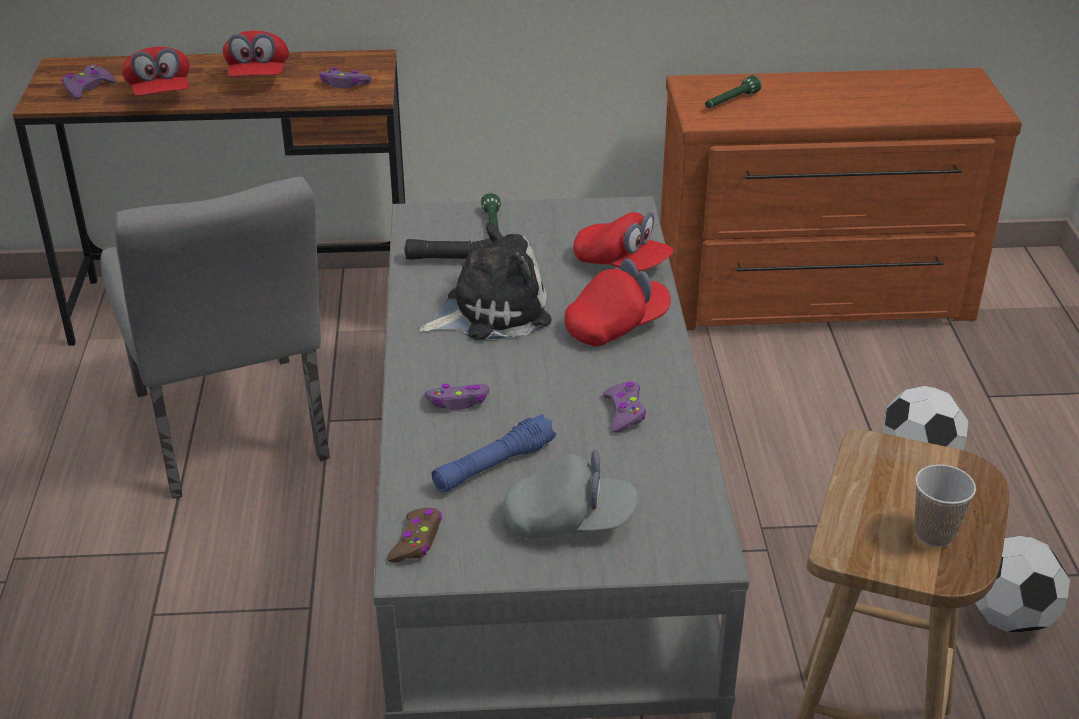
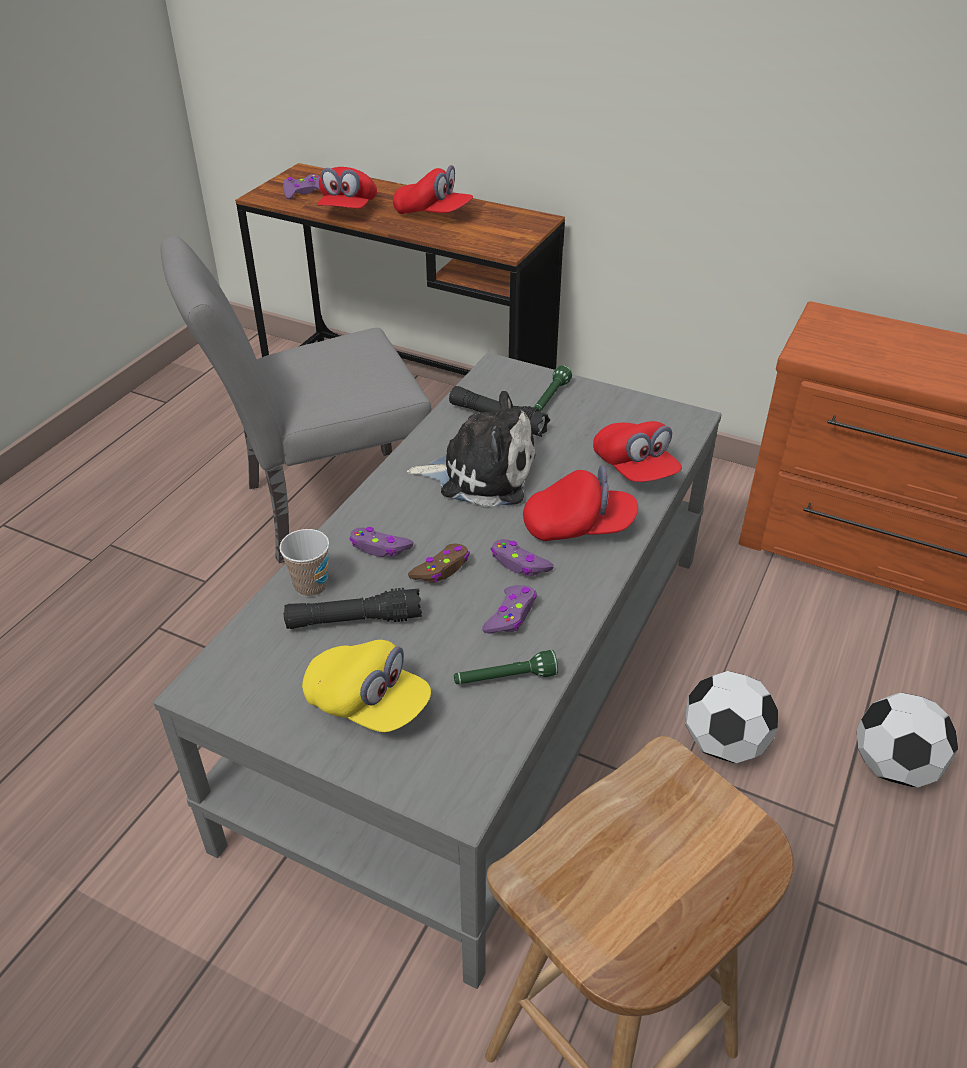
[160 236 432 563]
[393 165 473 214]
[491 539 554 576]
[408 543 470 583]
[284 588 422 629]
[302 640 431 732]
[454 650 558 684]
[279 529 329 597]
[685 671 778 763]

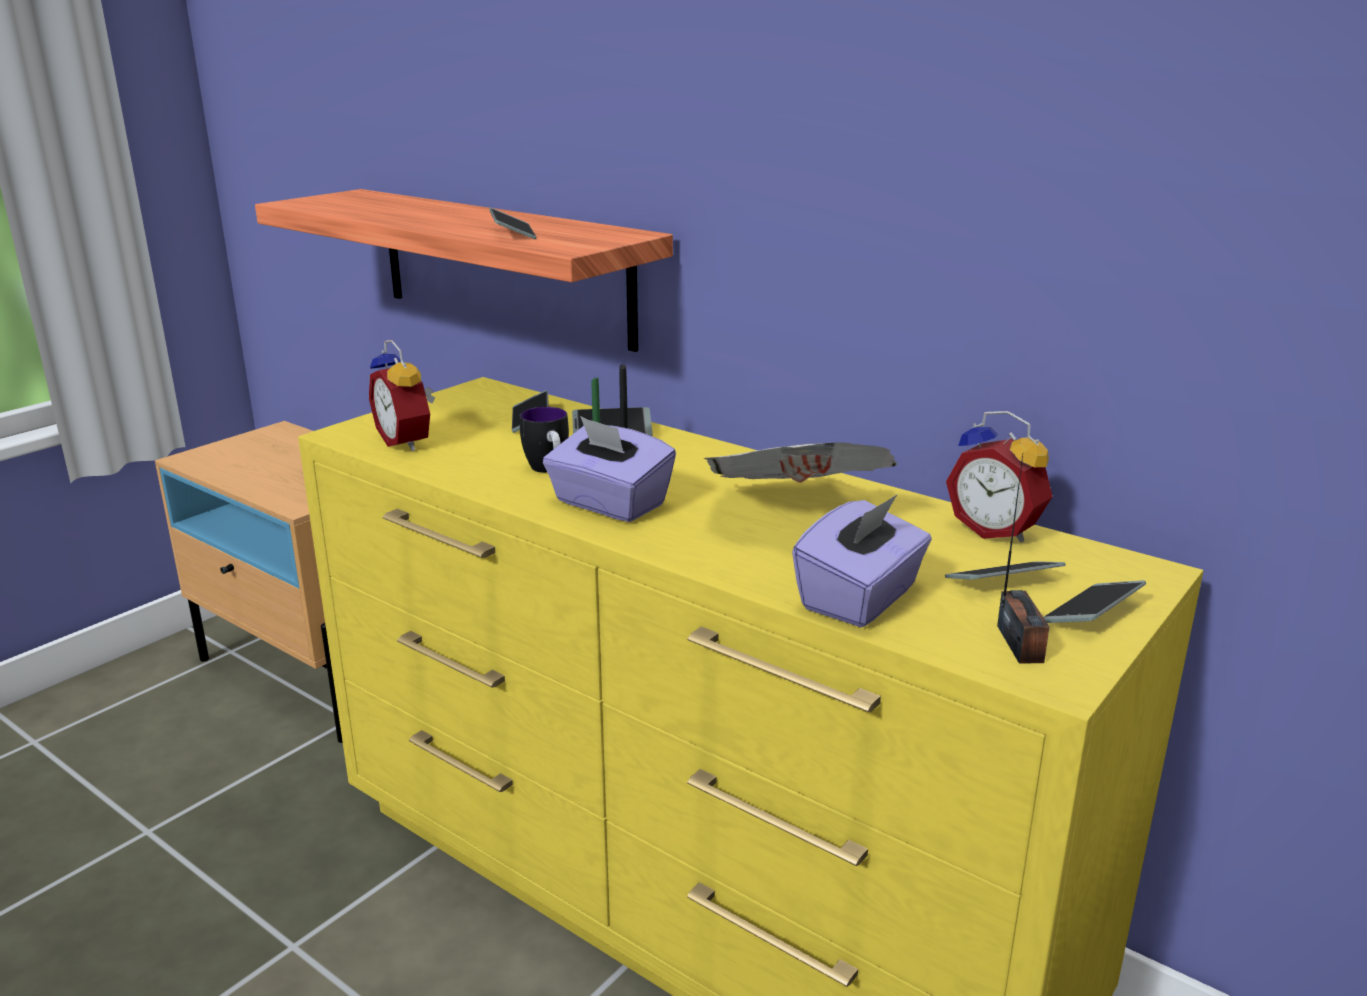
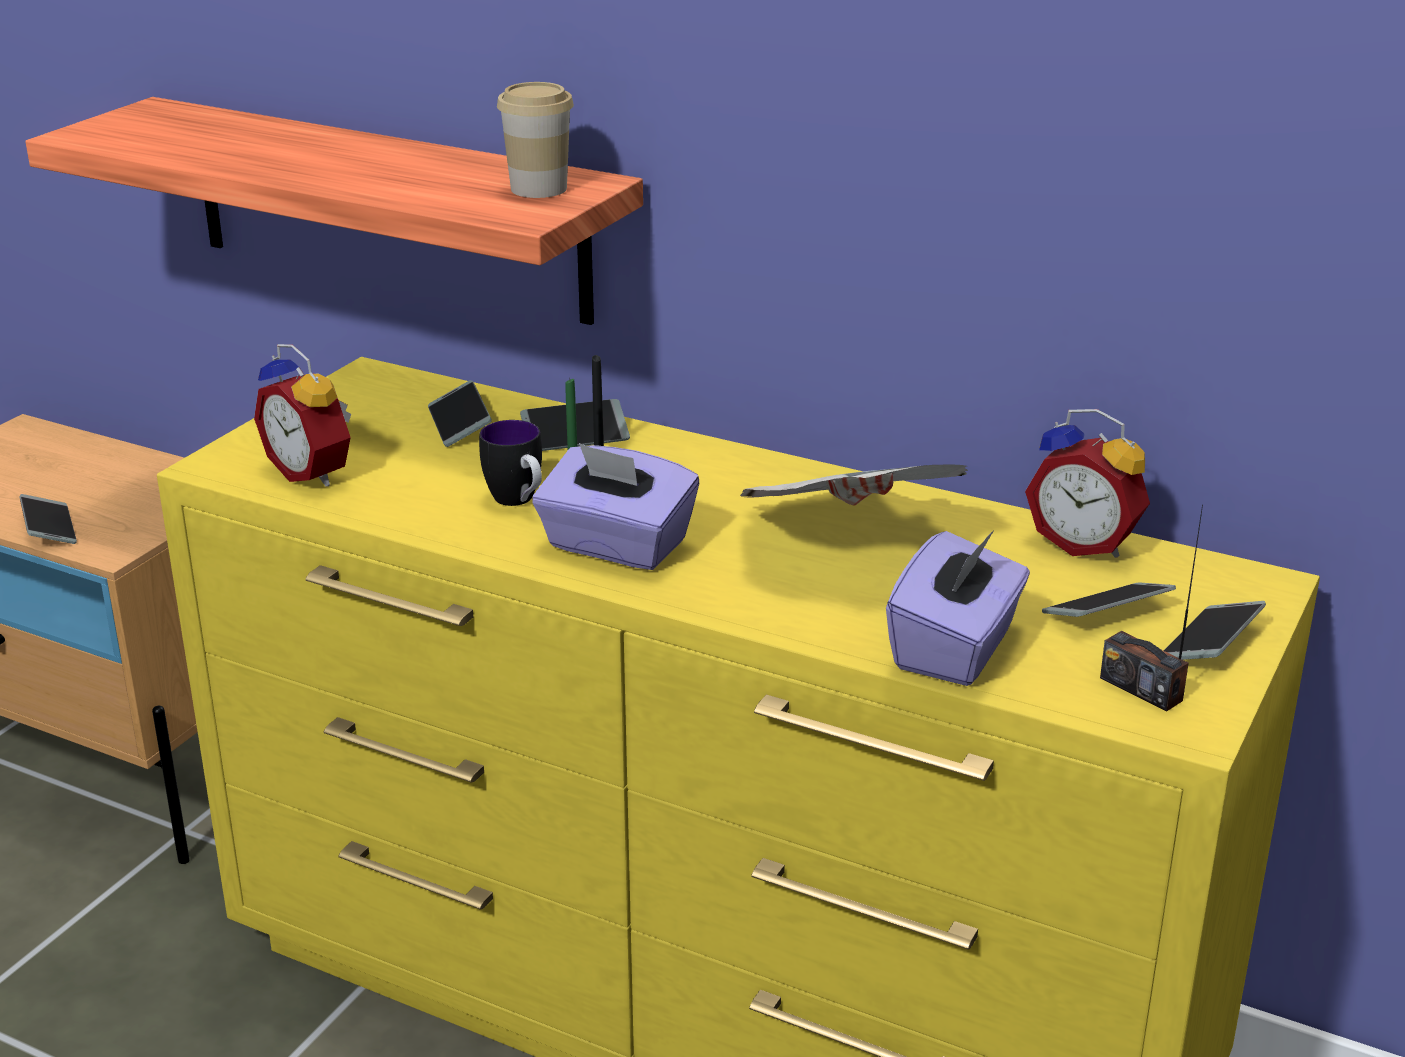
[20 494 77 544]
[1100 504 1203 712]
[497 82 574 198]

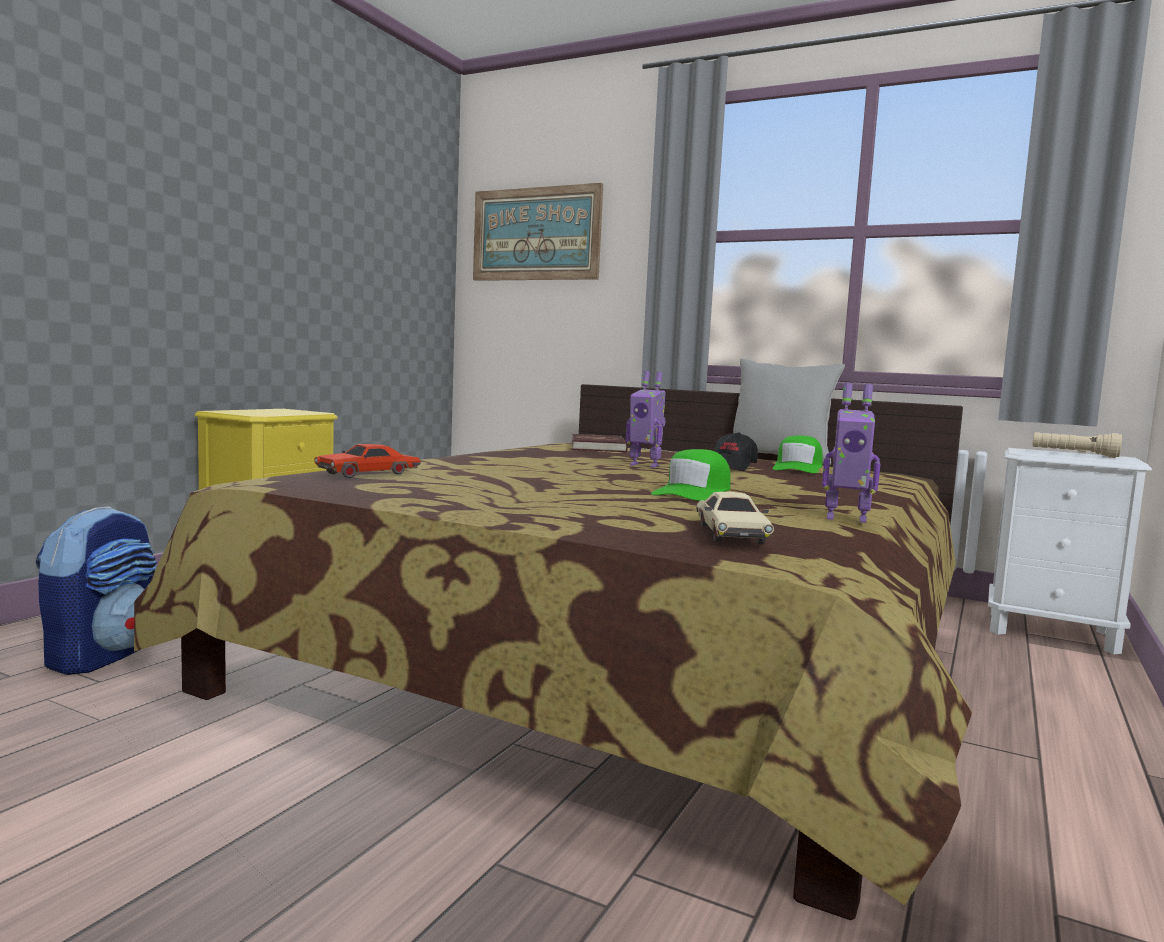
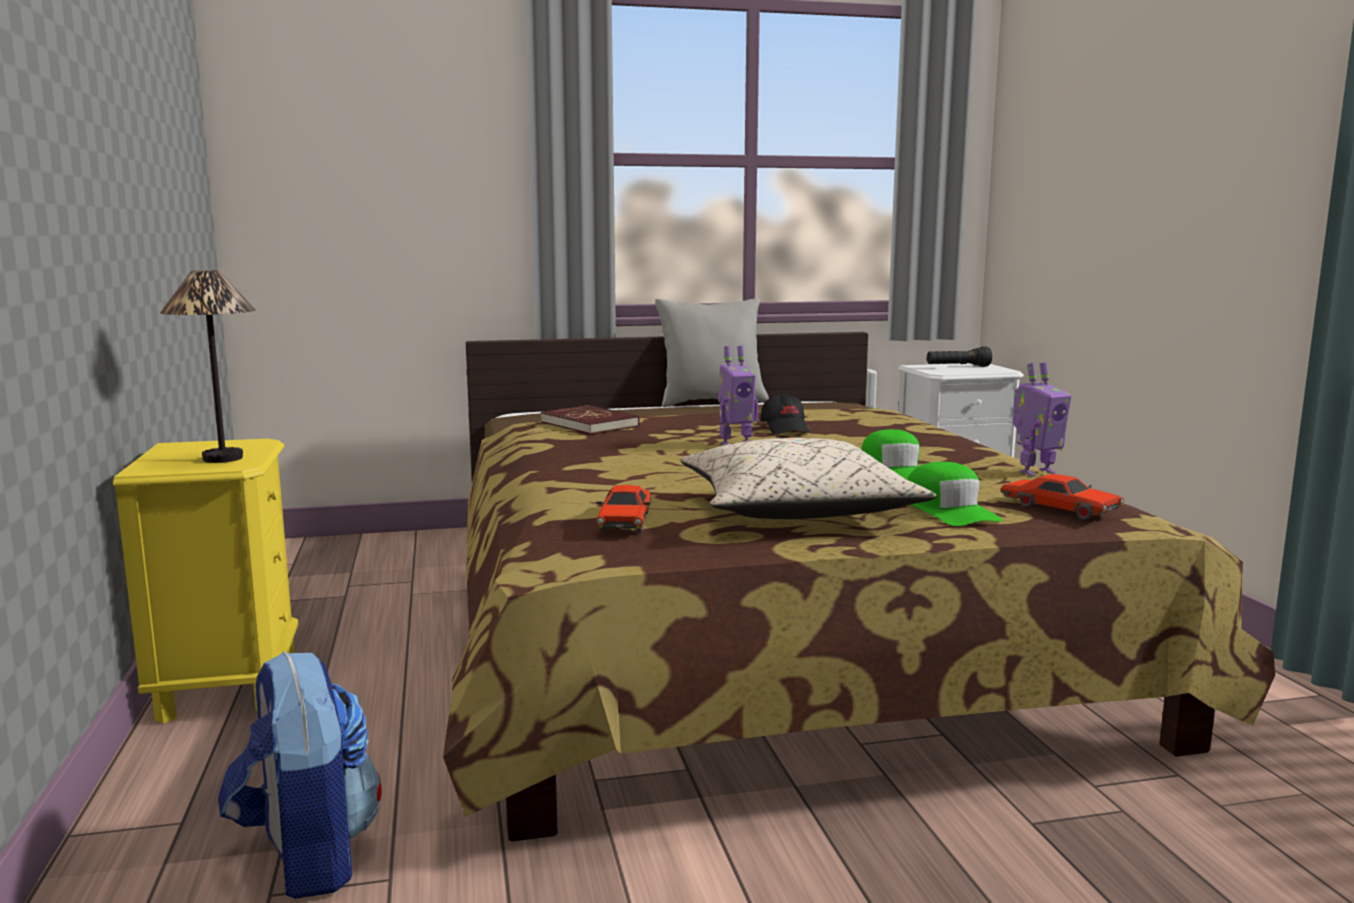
[473 183 603 281] (first image)
[1000 474 1124 520]
[908 462 1003 526]
[927 347 992 367]
[160 270 256 463]
[680 438 937 519]

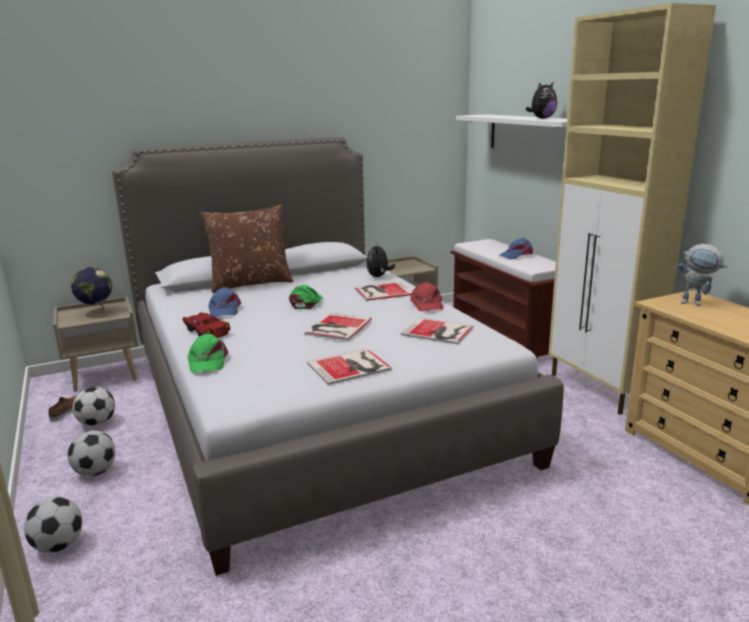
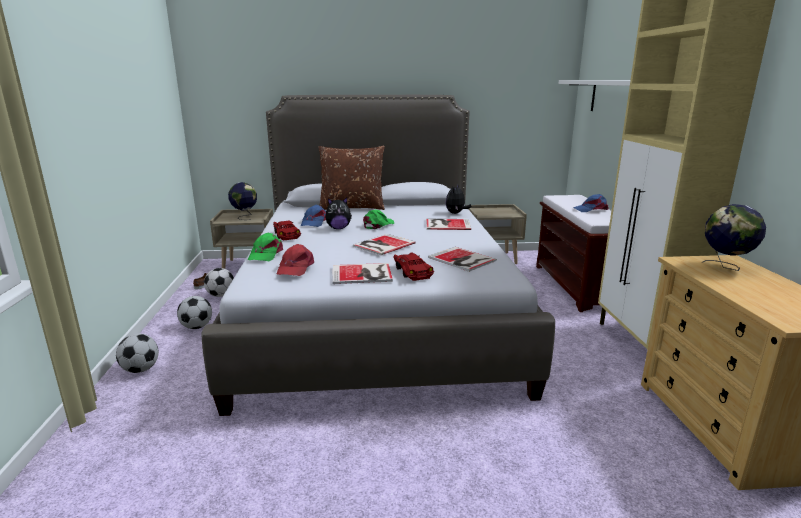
[277 244 314 276]
[326 197 352 229]
[702 204 766 271]
[393 253 434 281]

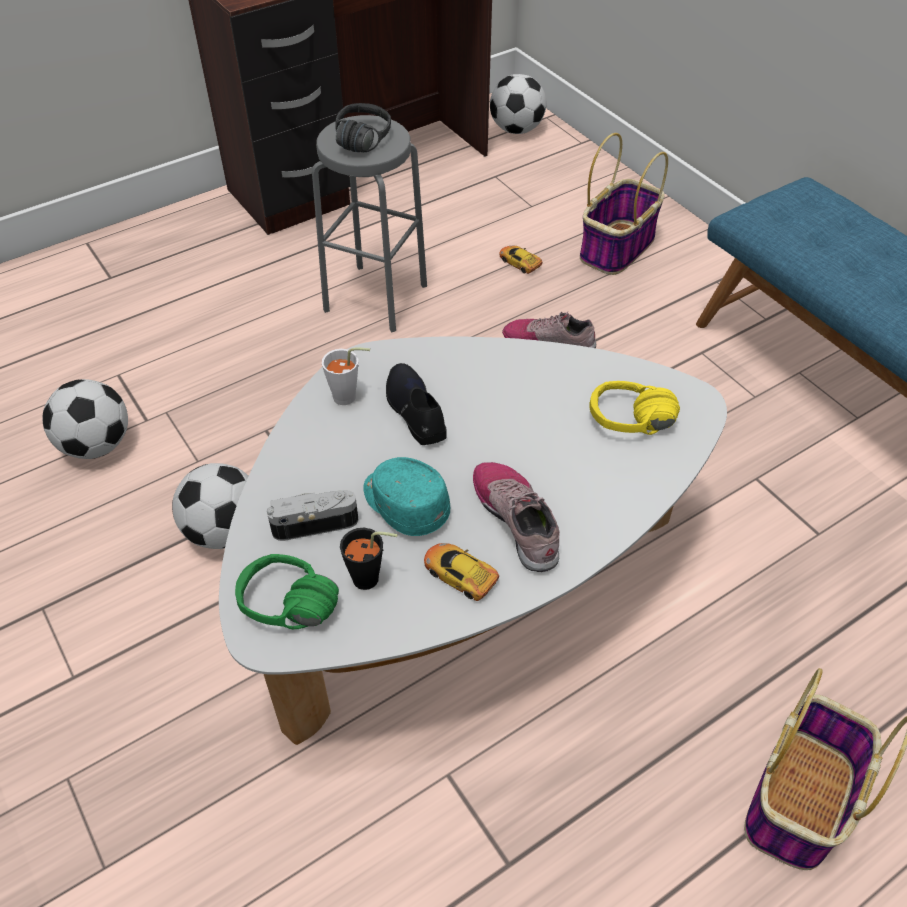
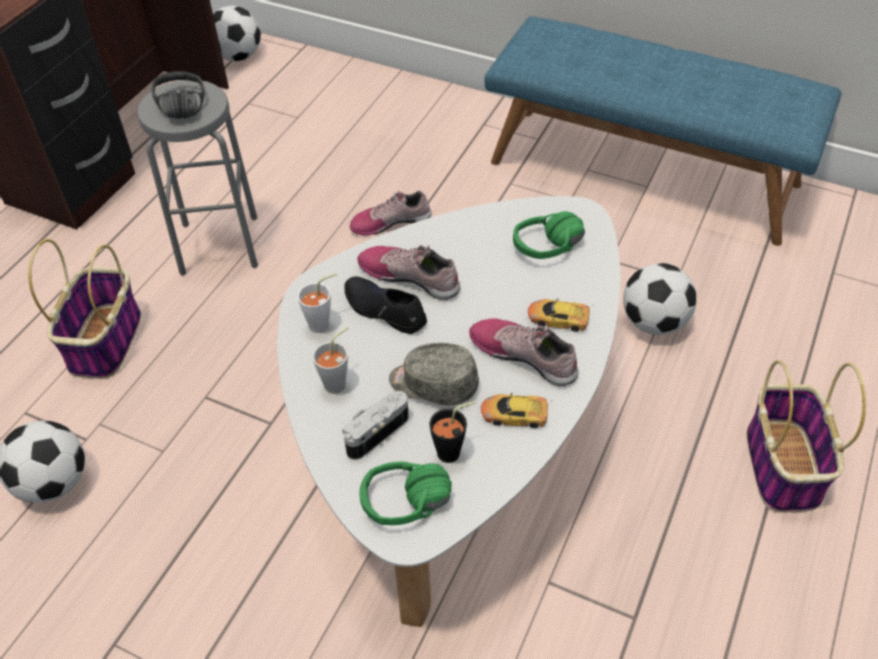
[623 263 697 335]
[389 343 479 406]
[528 298 592 332]
[28 239 141 379]
[513 211 585 259]
[312 327 349 394]
[357 245 460 300]

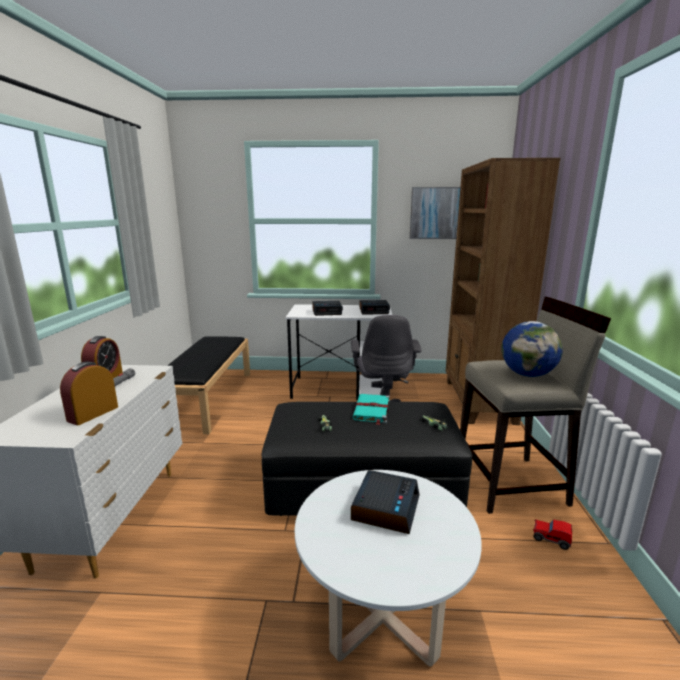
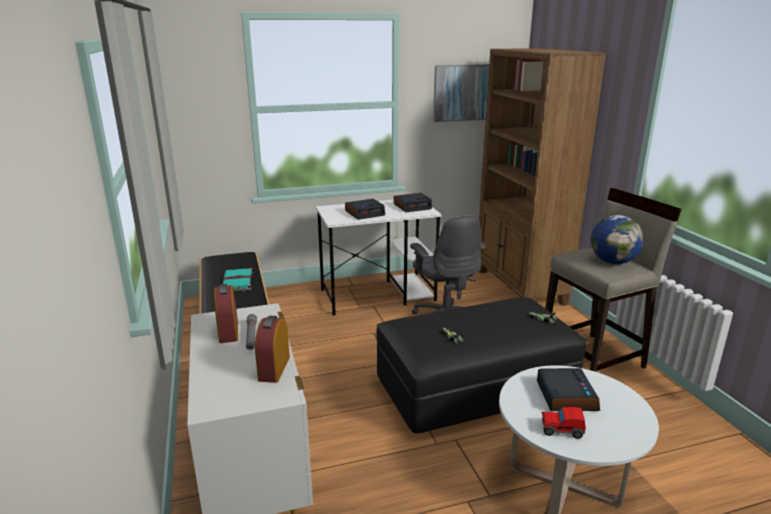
[223 268 253 292]
[541 407 586 439]

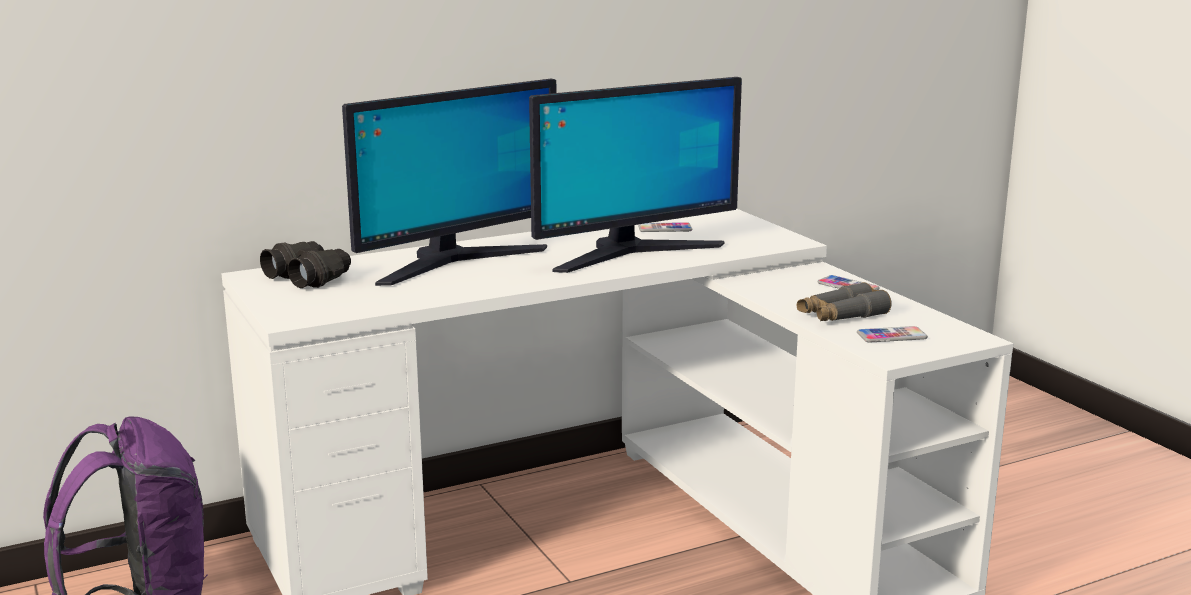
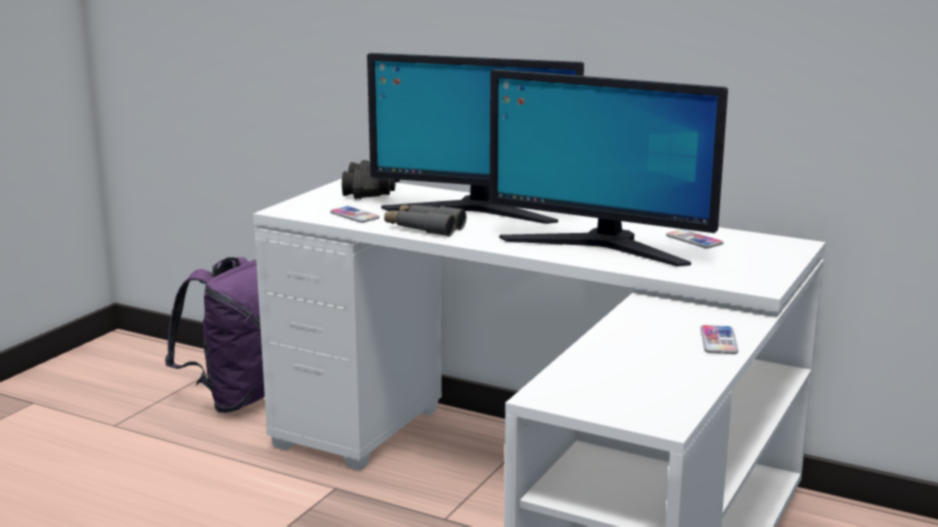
[384 205 466 236]
[330 206 380 223]

